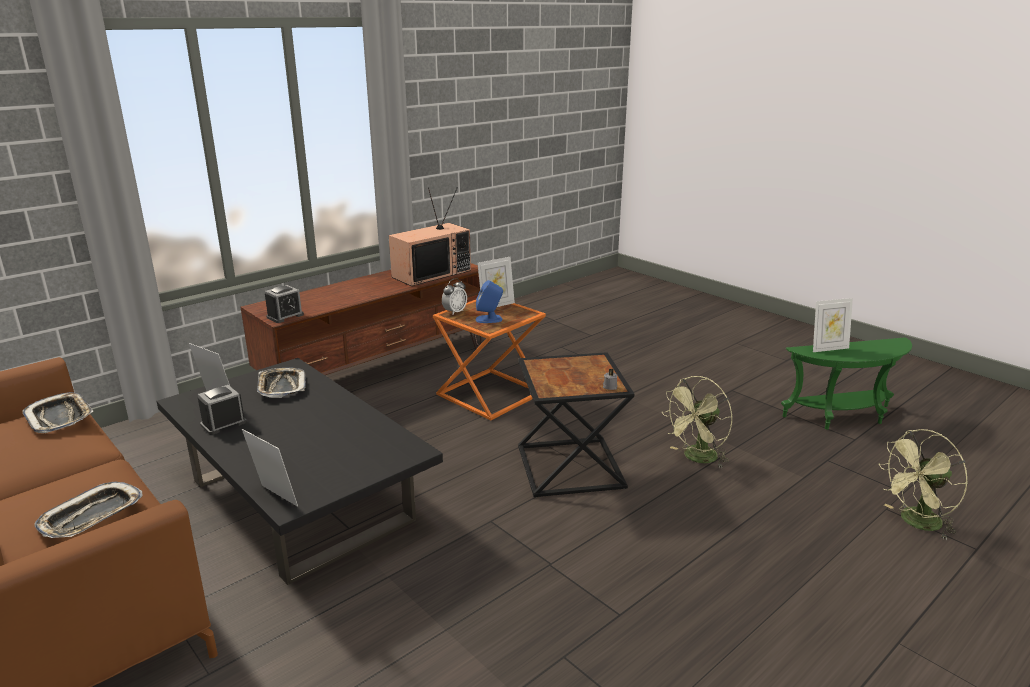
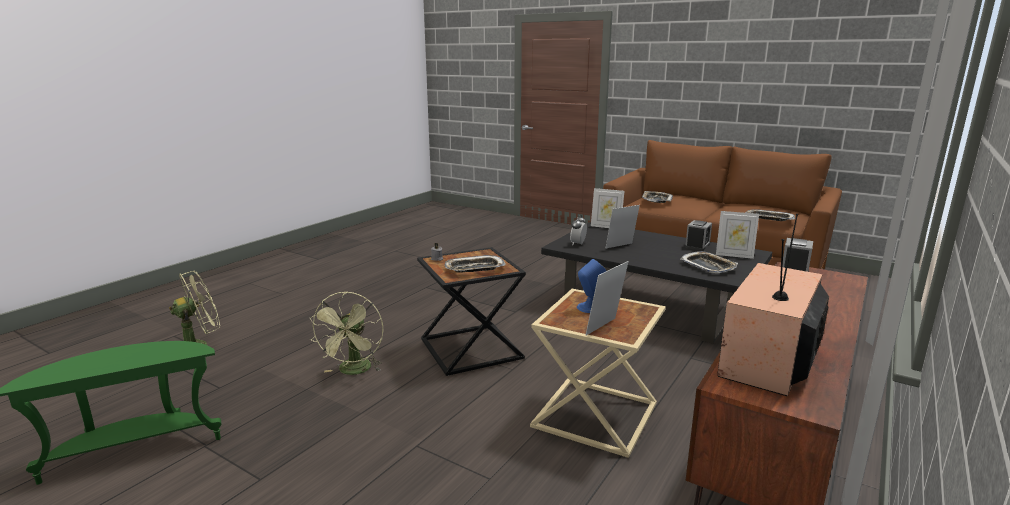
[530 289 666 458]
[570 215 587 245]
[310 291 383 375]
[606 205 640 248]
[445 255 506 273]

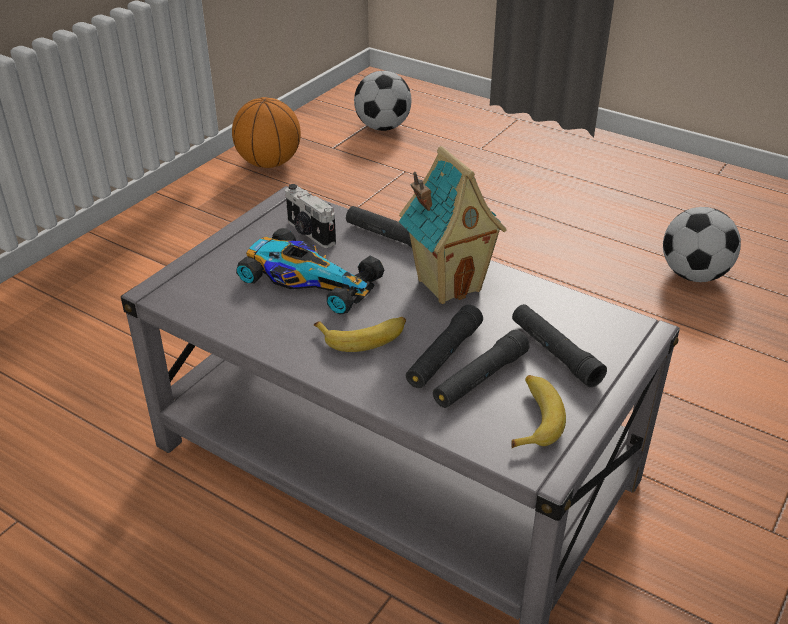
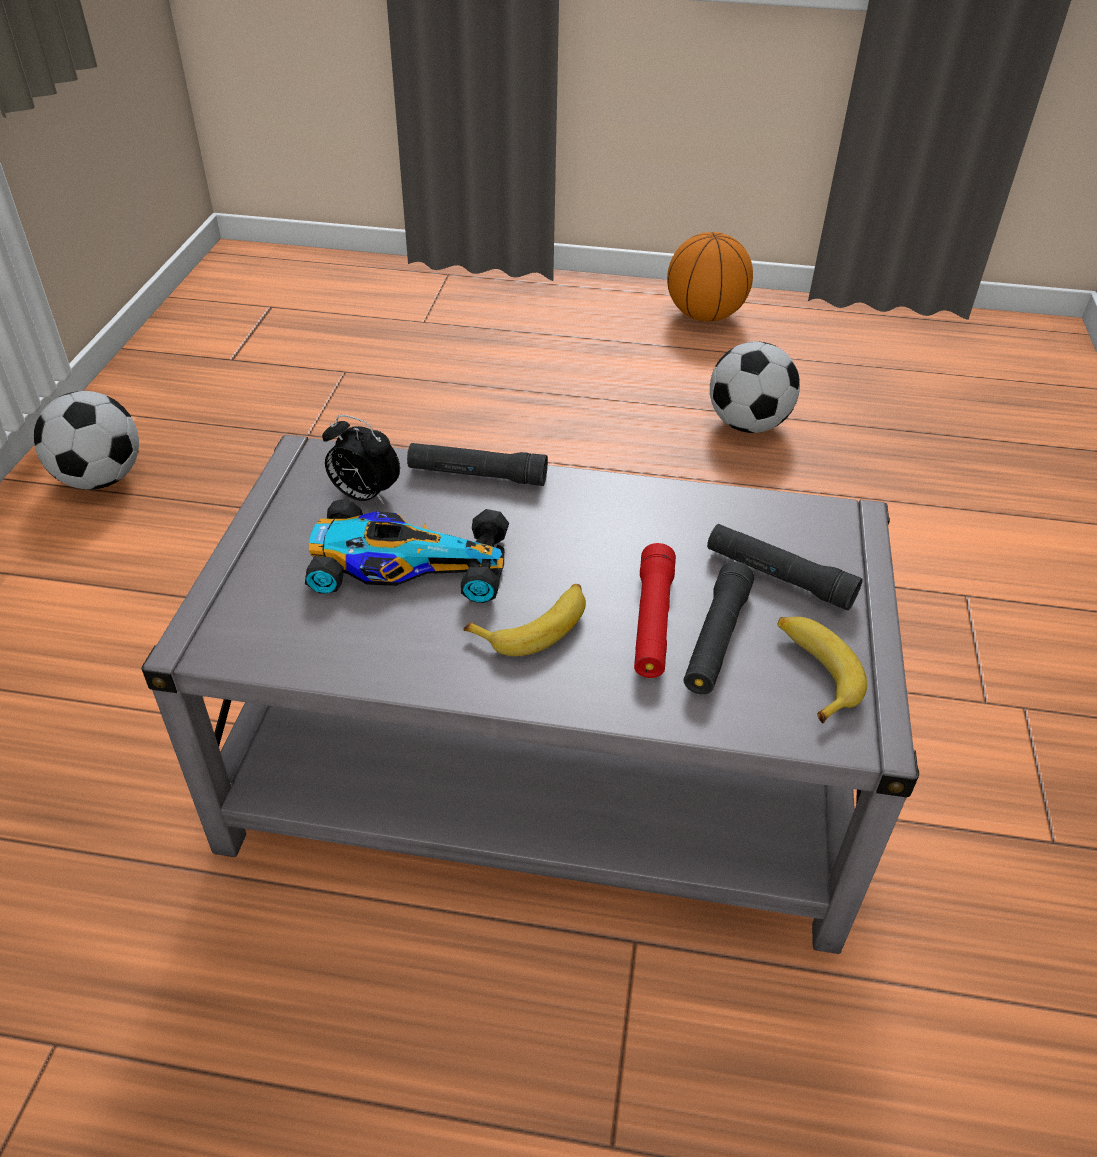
[667 232 753 322]
[322 415 400 505]
[34 391 139 490]
[399 146 507 304] (first image)
[634 543 676 678]

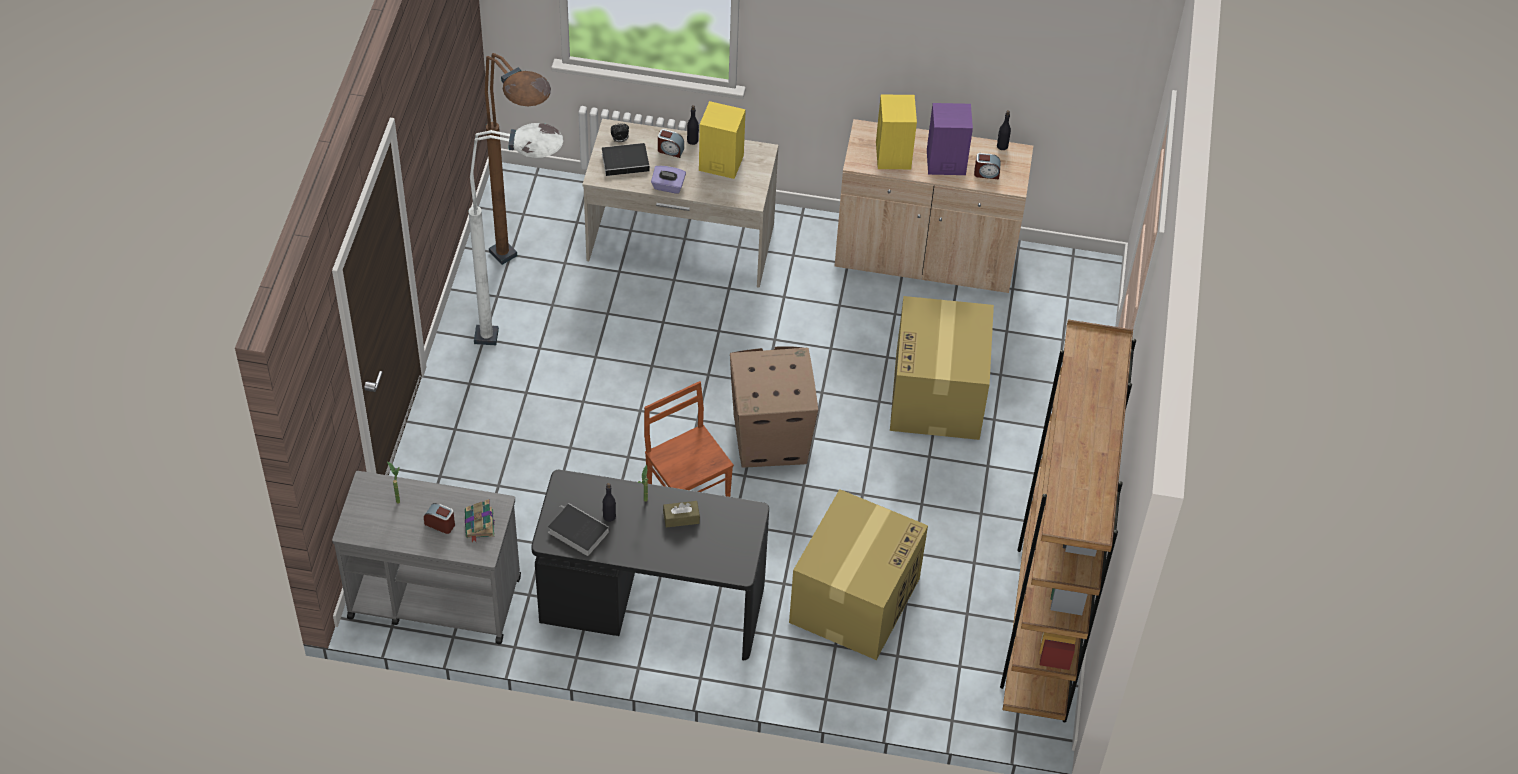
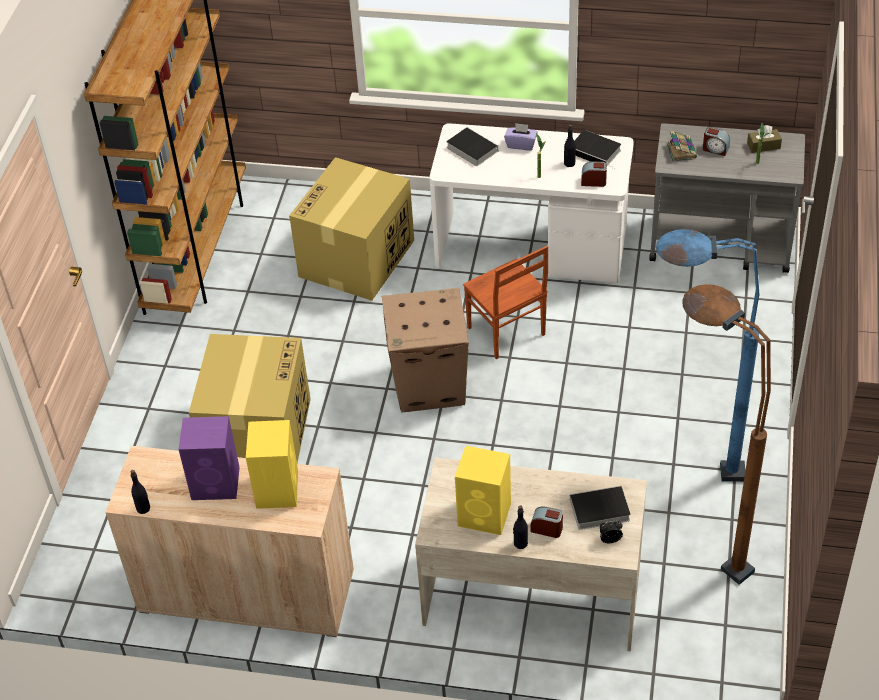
[656 229 760 482]
[430 123 634 283]
[504 123 538 150]
[747 125 782 153]
[581 161 607 187]
[446 127 498 166]

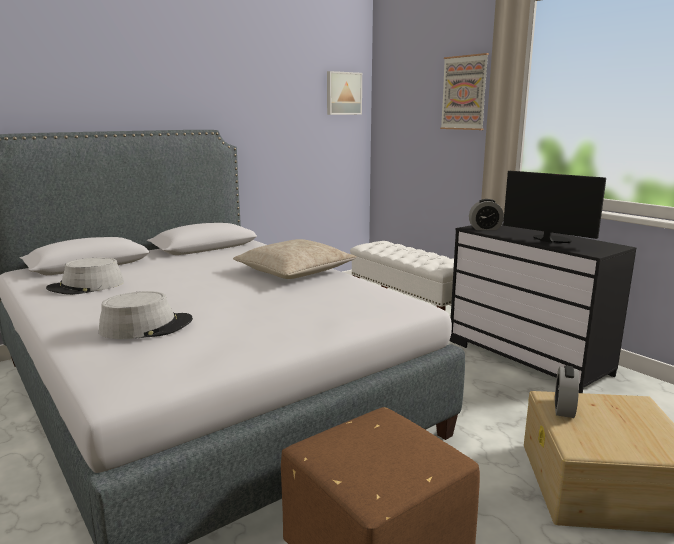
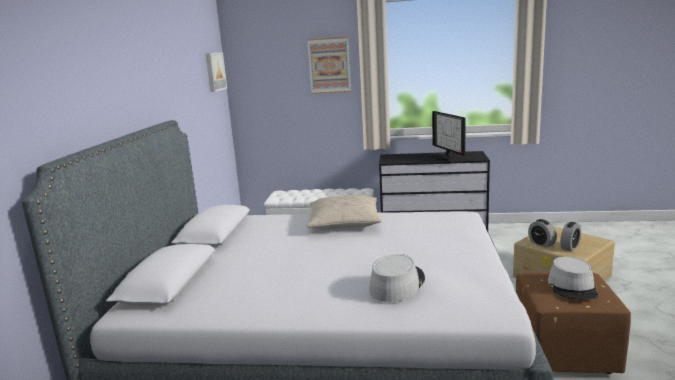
[548 256 598 300]
[560 222 581 251]
[430 111 466 160]

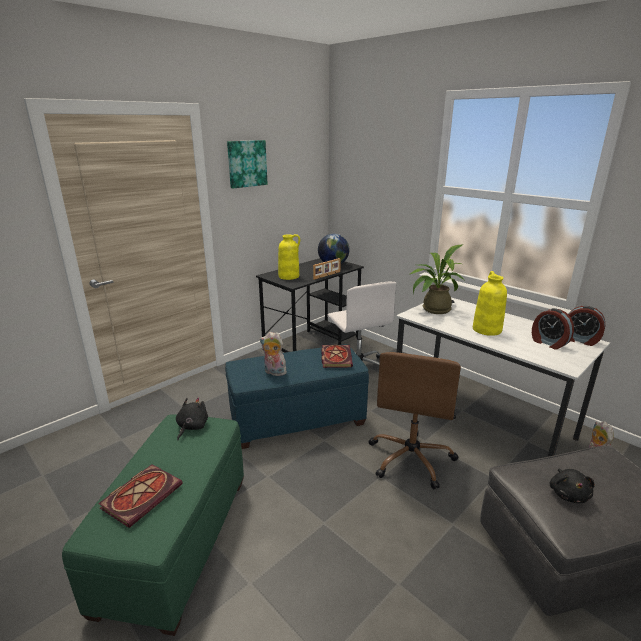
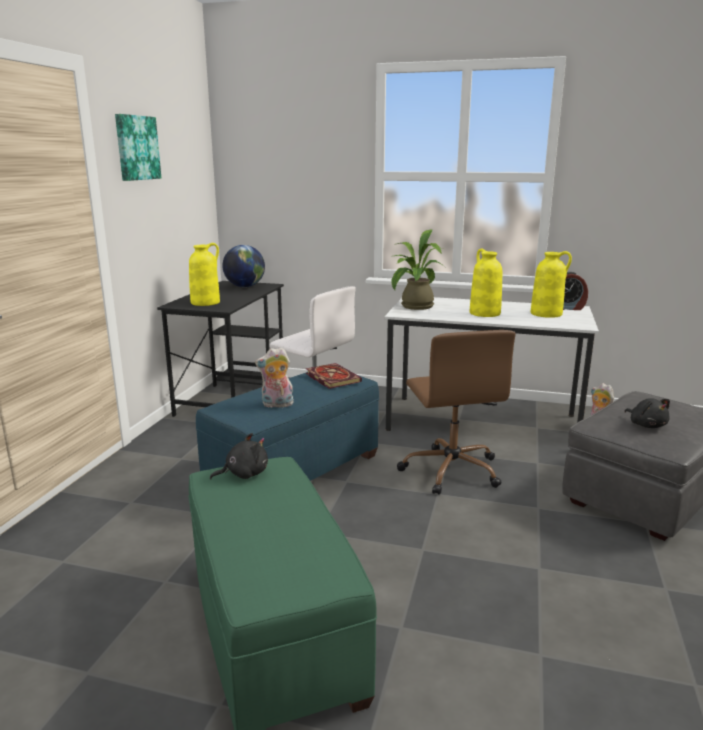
[98 464 183 528] (first image)
[210 433 268 480]
[313 258 341 280] (first image)
[531 251 572 318]

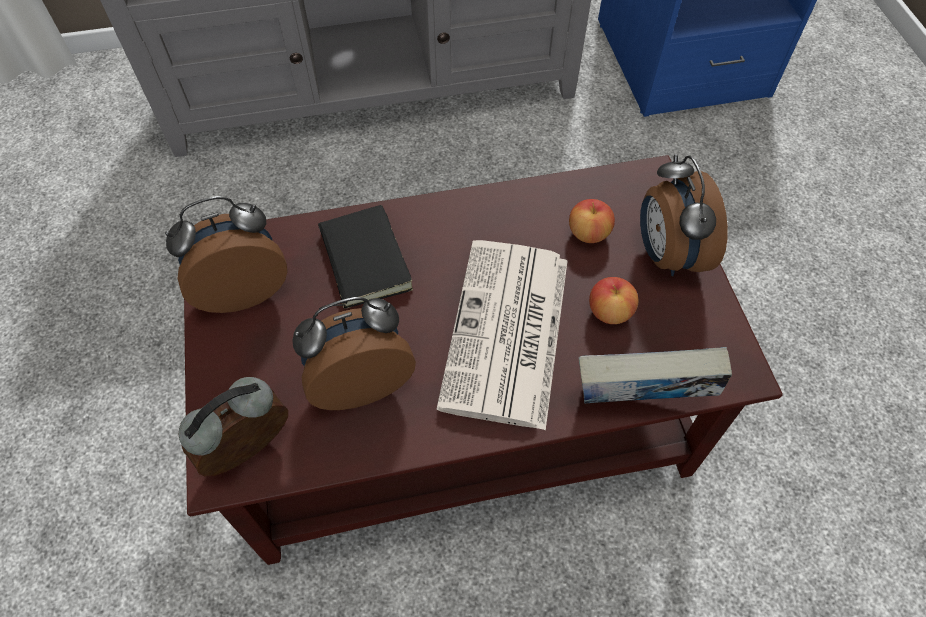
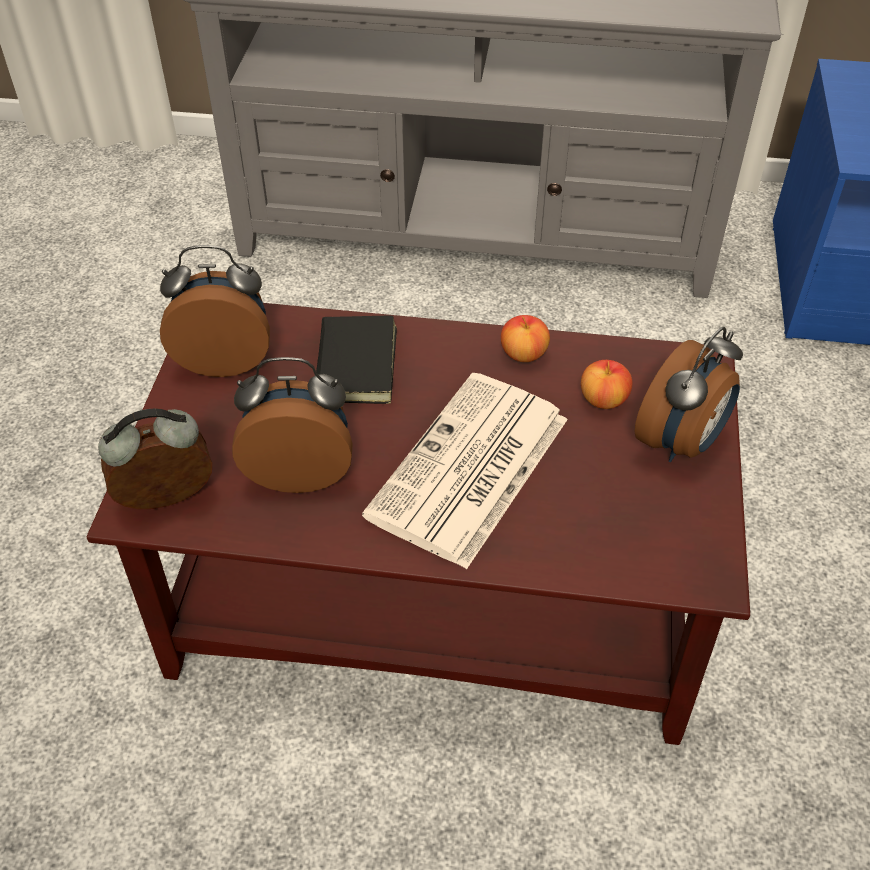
[578 347 732 403] (first image)
[501 315 550 362]
[634 327 743 462]

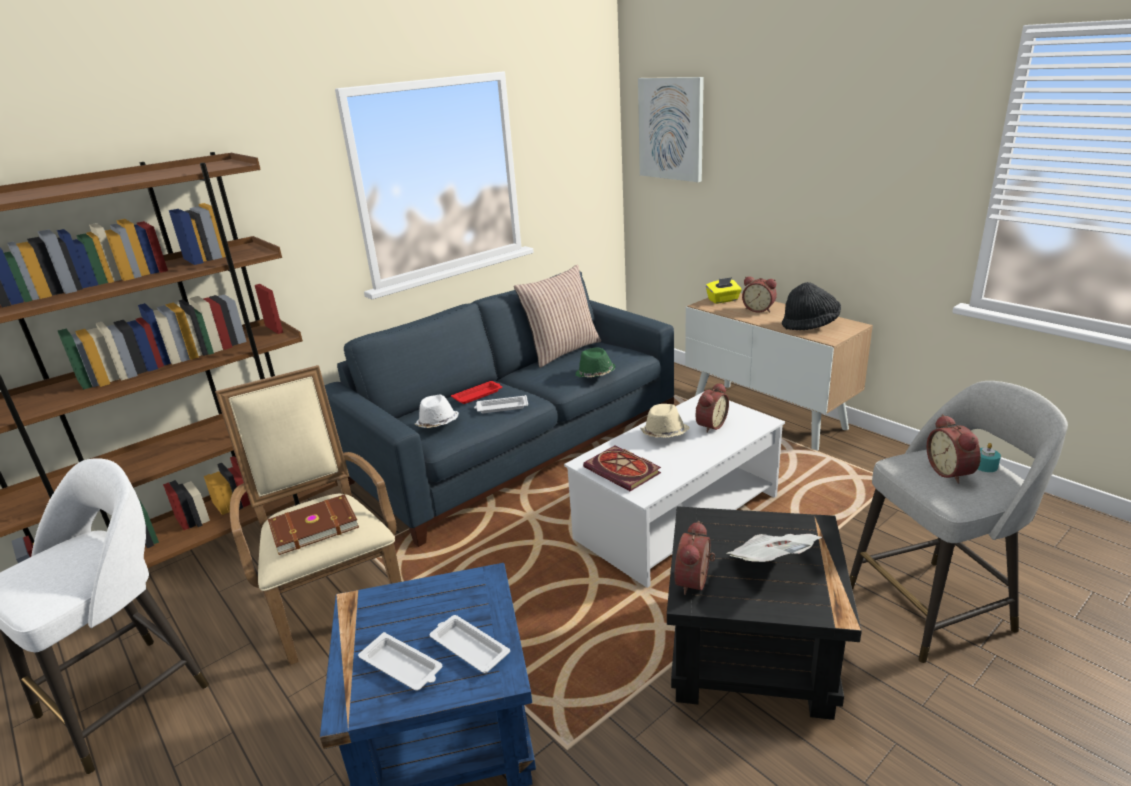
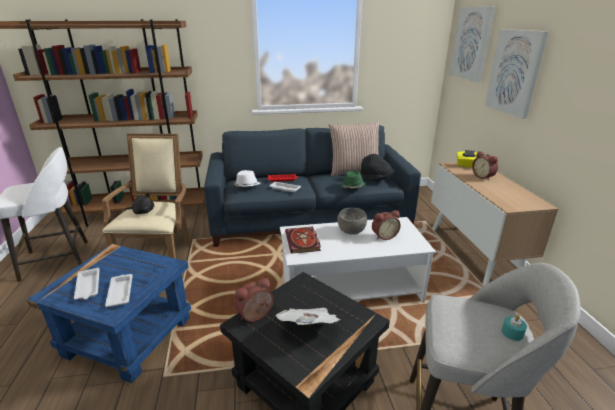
[125 193 154 214]
[337 208 367 234]
[360 154 394 181]
[927 414 981 484] (first image)
[485 29 549 119]

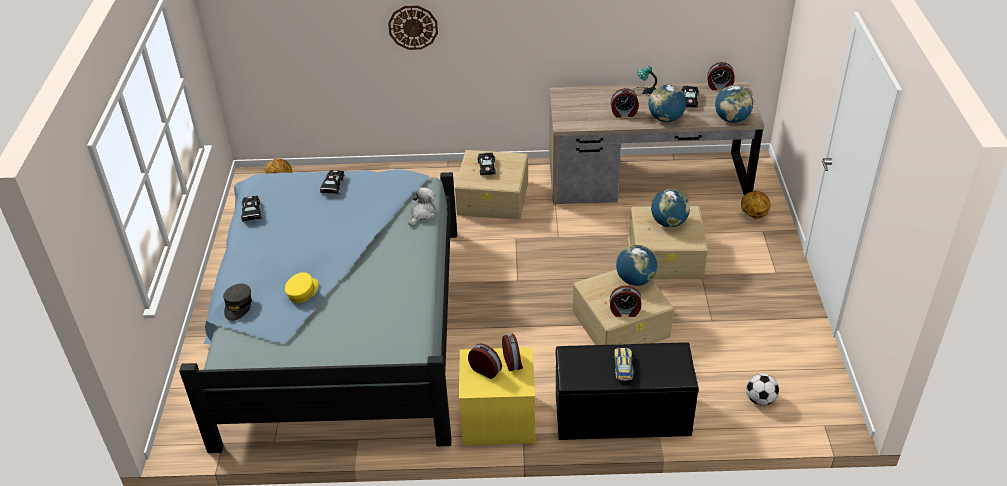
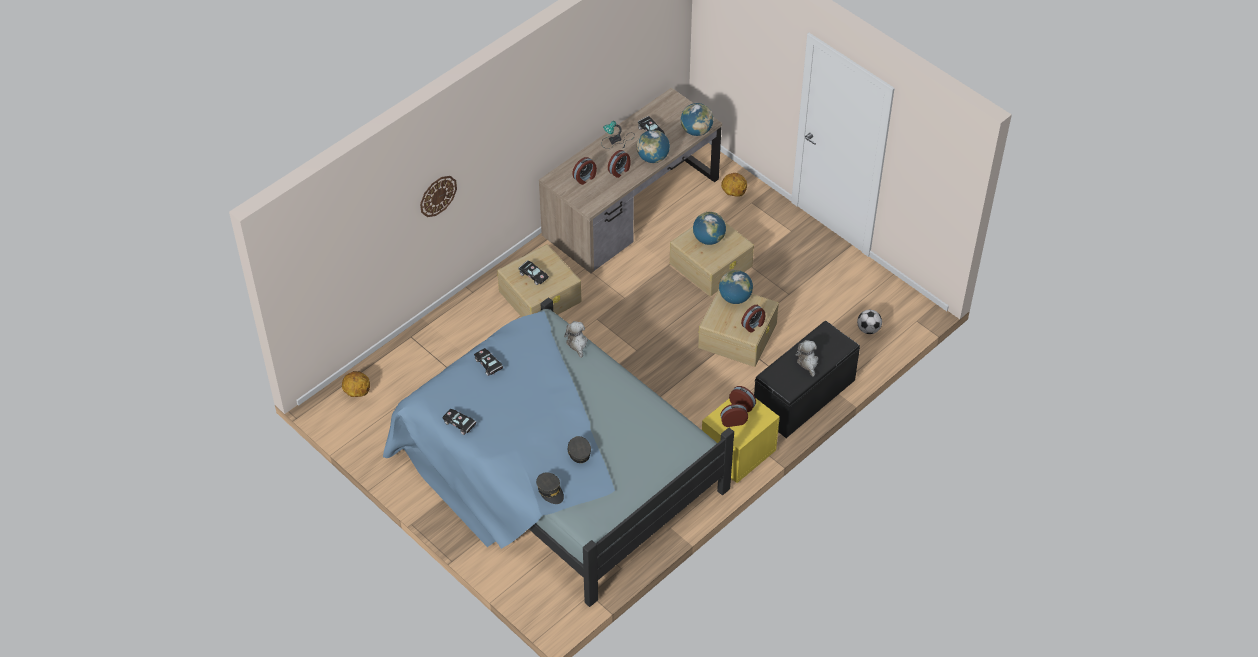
[568 436 591 463]
[796 340 818 377]
[572 157 597 185]

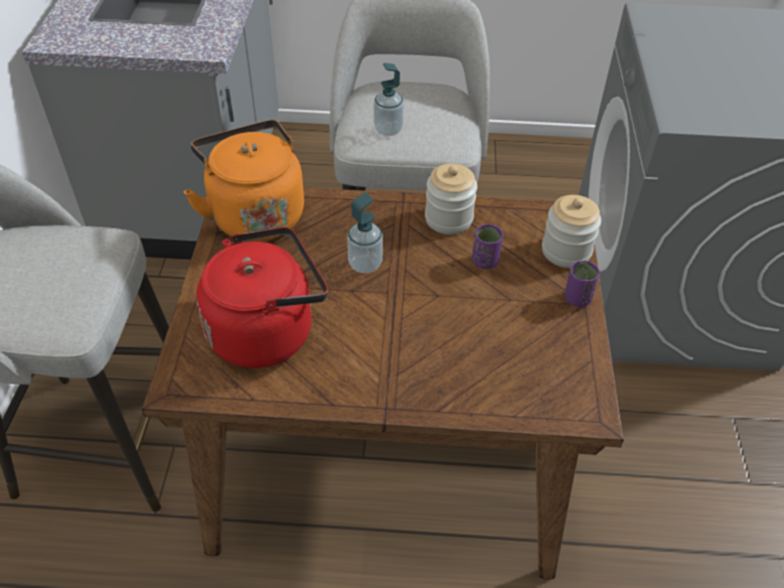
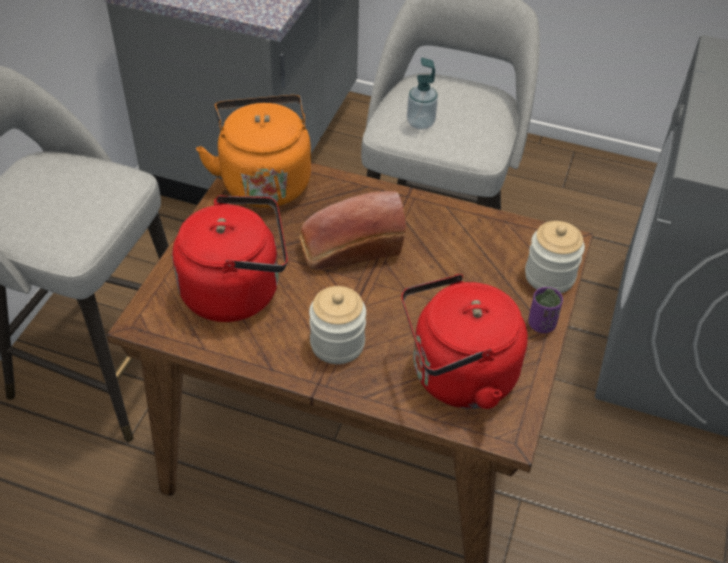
[299 191 406 270]
[309 286 366 364]
[472 224 503 269] (first image)
[401 274 528 409]

